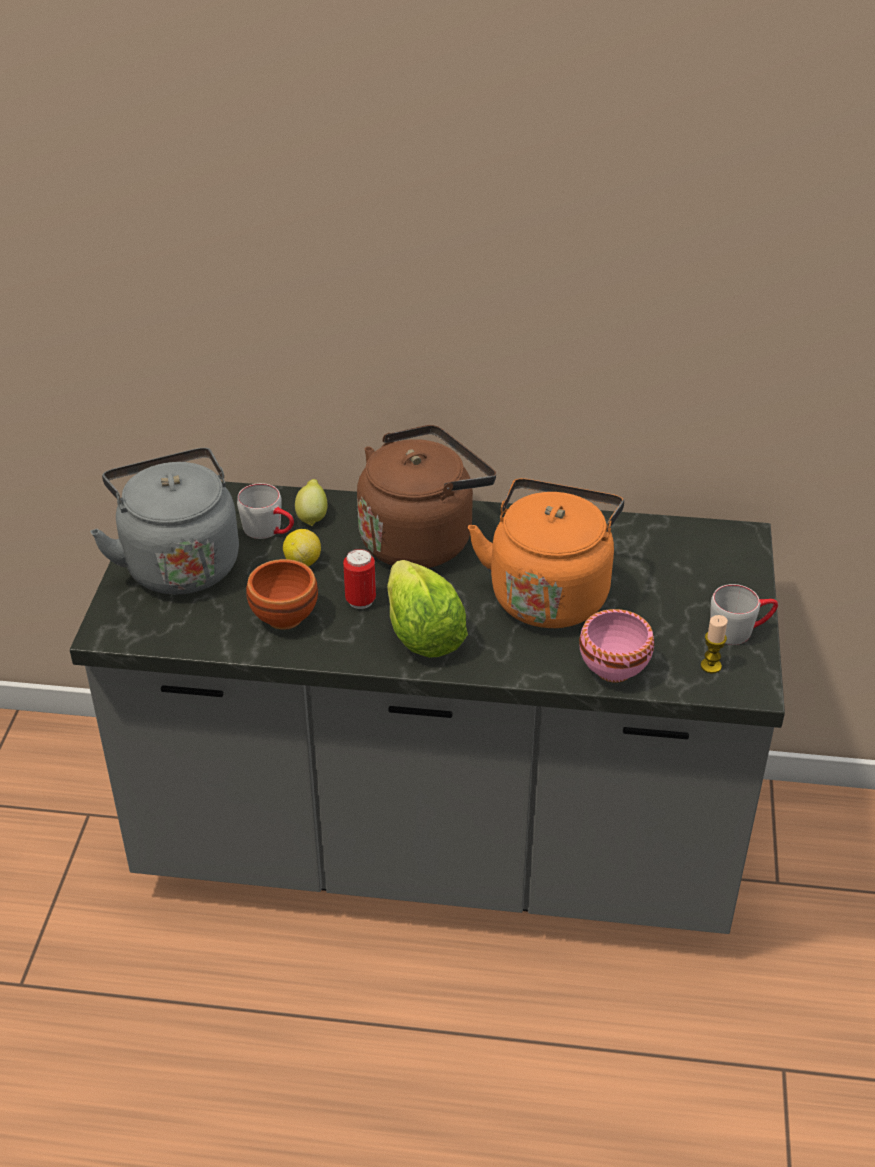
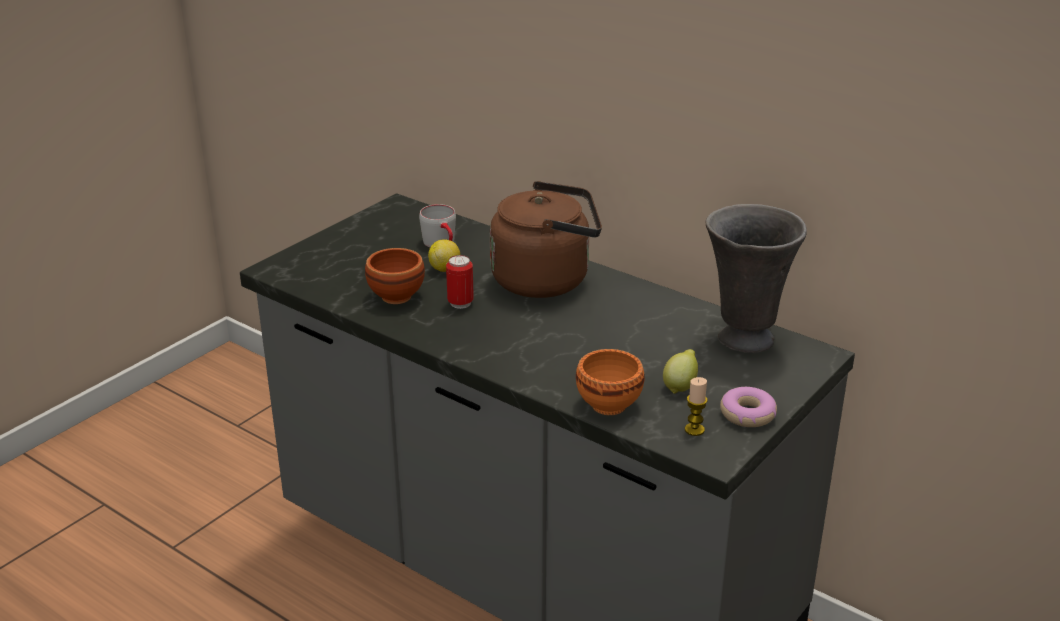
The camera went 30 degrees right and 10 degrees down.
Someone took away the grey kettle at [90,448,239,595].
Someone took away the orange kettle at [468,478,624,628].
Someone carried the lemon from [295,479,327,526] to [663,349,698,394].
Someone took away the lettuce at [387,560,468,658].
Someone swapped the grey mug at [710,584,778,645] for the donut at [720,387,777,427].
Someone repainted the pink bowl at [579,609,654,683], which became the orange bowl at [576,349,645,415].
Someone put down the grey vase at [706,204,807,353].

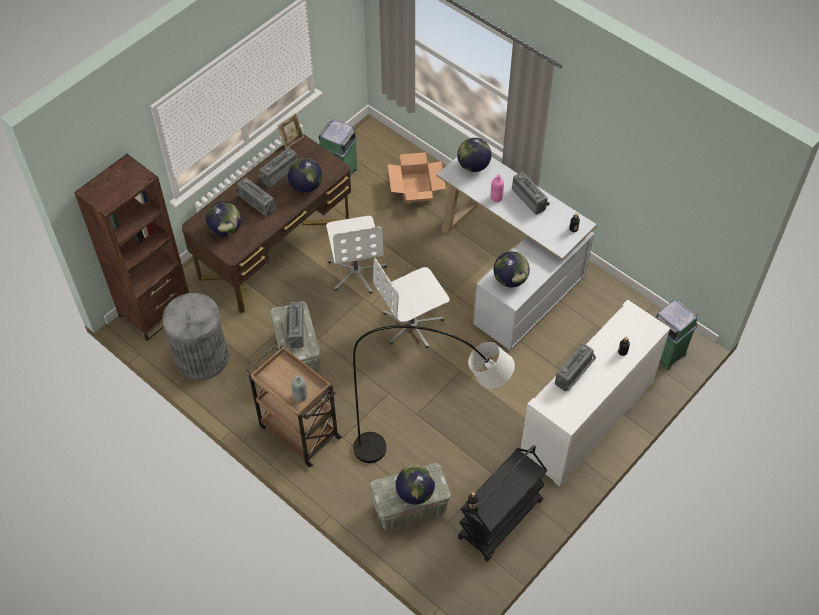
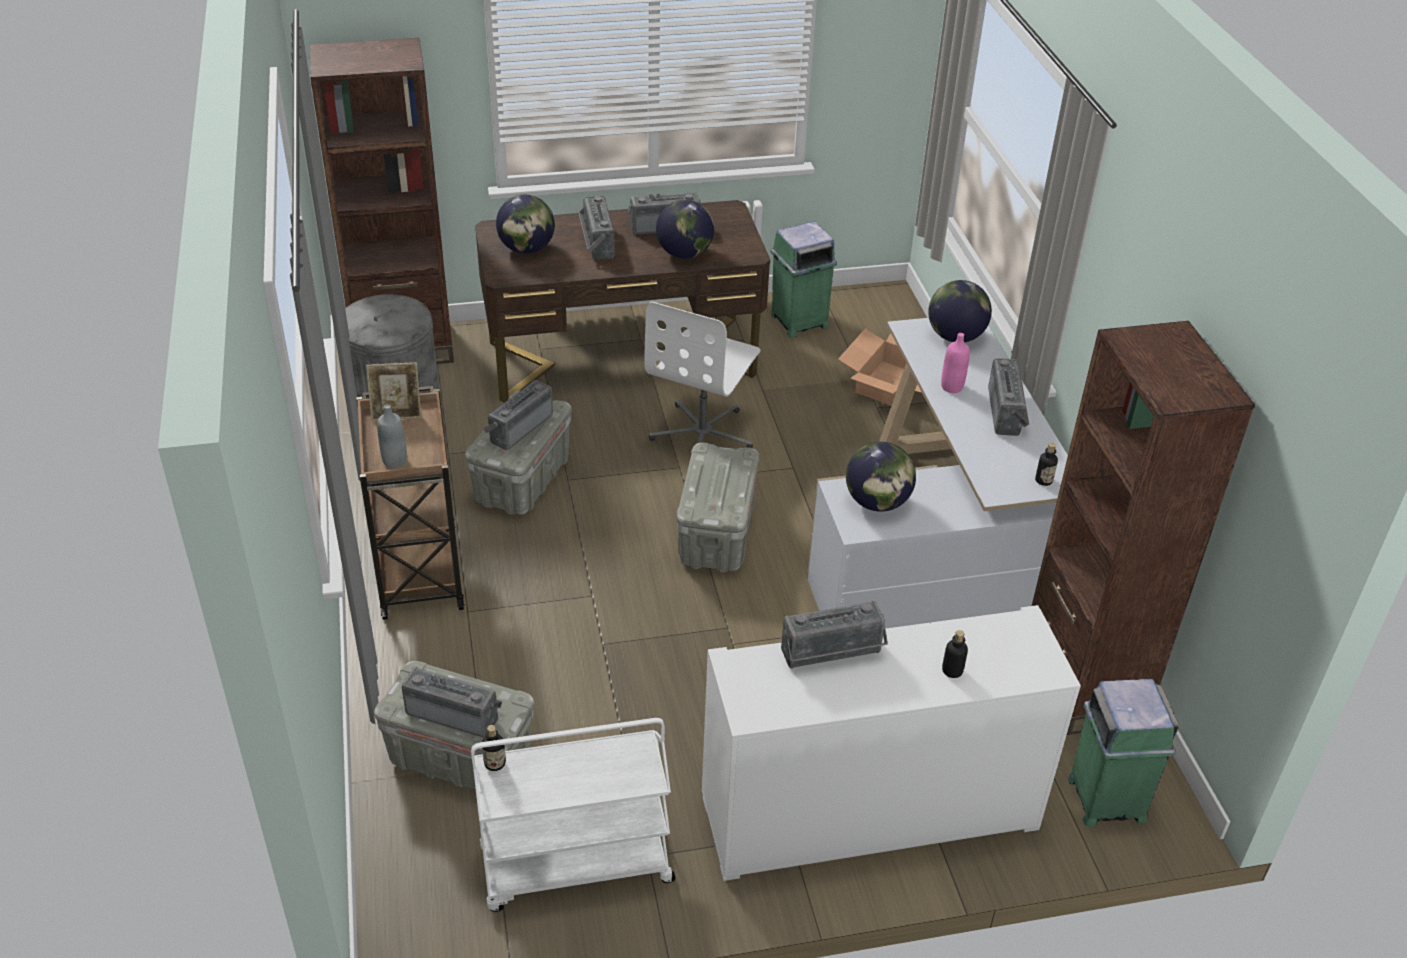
The camera went 35 degrees right and 15 degrees down.
Someone carried the picture frame from [277,113,304,149] to [366,362,422,421].
Someone swapped the white office chair at [373,258,449,348] for the grey storage box at [676,443,759,572].
Someone took away the grey floor lamp at [353,325,515,463].
Someone repainted the black cart at [458,445,547,562], which became the white cart at [471,718,676,912].
Someone swapped the globe at [396,465,435,505] for the radio at [402,667,502,738].
Someone put down the brown bookcase at [1032,321,1255,735].

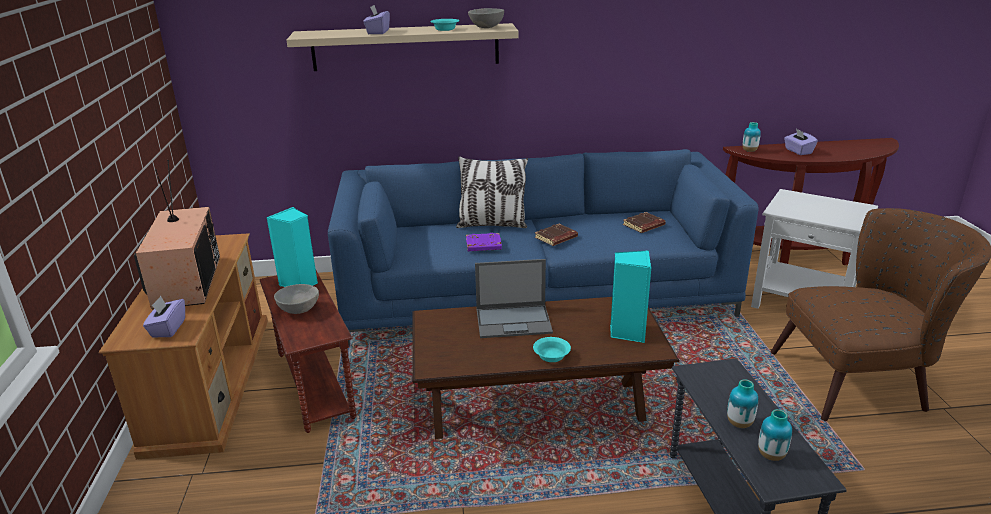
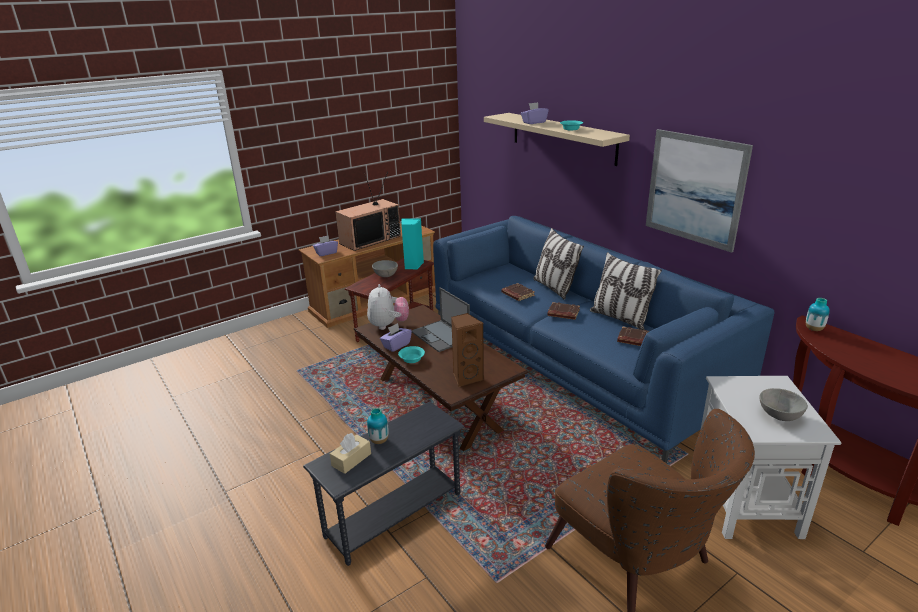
The camera went 60 degrees right and 0 degrees up.
Someone carried the grey bowl from [468,8,504,28] to [759,388,808,421].
Someone carried the purple tissue box from [784,129,818,155] to [380,323,412,352].
Someone repainted the purple book at [466,233,502,251], which became the brown book at [501,283,535,301].
Someone repainted the turquoise speaker at [610,250,651,343], which became the brown speaker at [451,313,484,387].
Someone swapped the vase at [758,409,792,461] for the beige tissue box at [330,433,371,474].
Someone put up the picture at [646,129,753,253].
Someone put down the pillow at [590,252,662,330].
Someone put down the plush toy at [367,284,409,330].

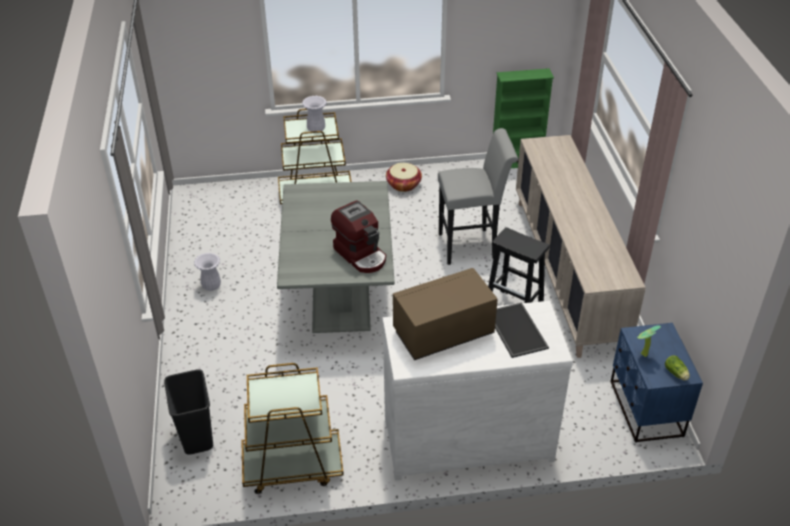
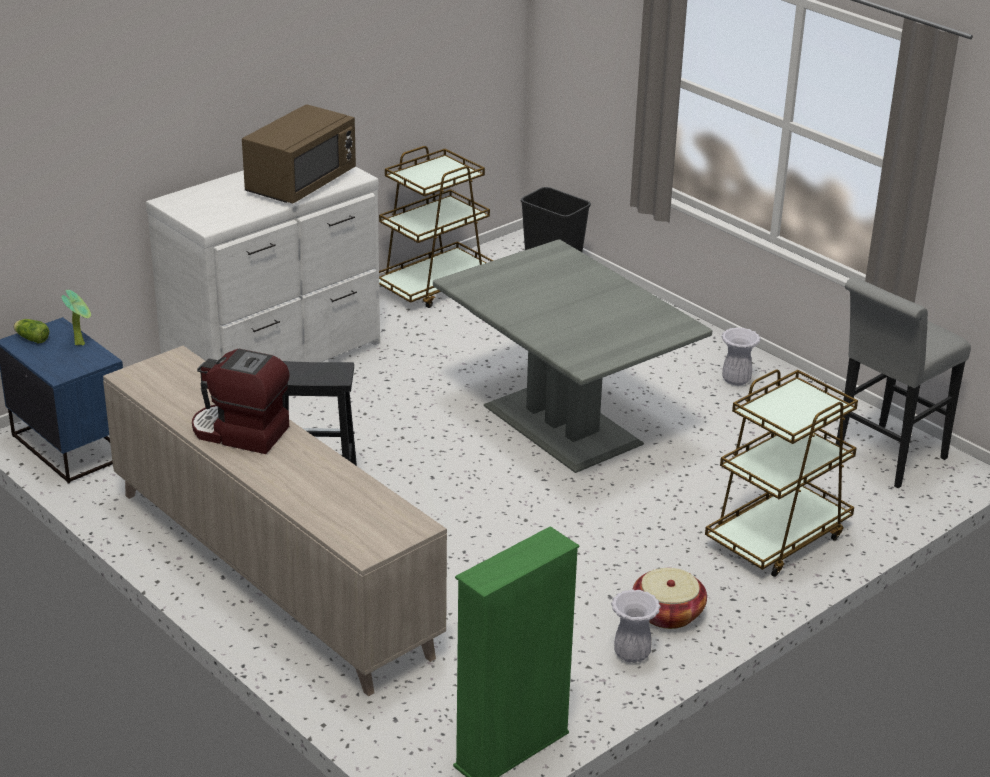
The camera went 145 degrees right and 10 degrees down.
Someone carried the white vase from [302,96,327,132] to [611,589,661,663].
Someone carried the grey stool from [438,128,518,265] to [836,277,971,488].
Someone carried the coffee machine from [331,200,386,273] to [192,349,290,454].
Someone took away the tray at [495,303,549,358].

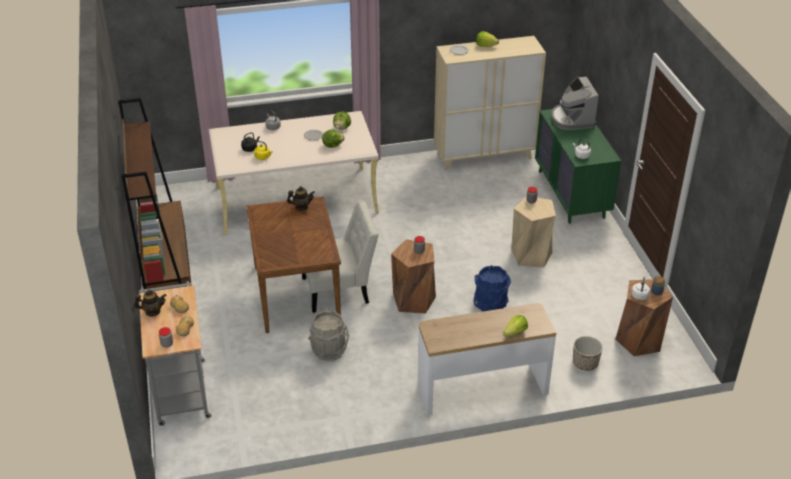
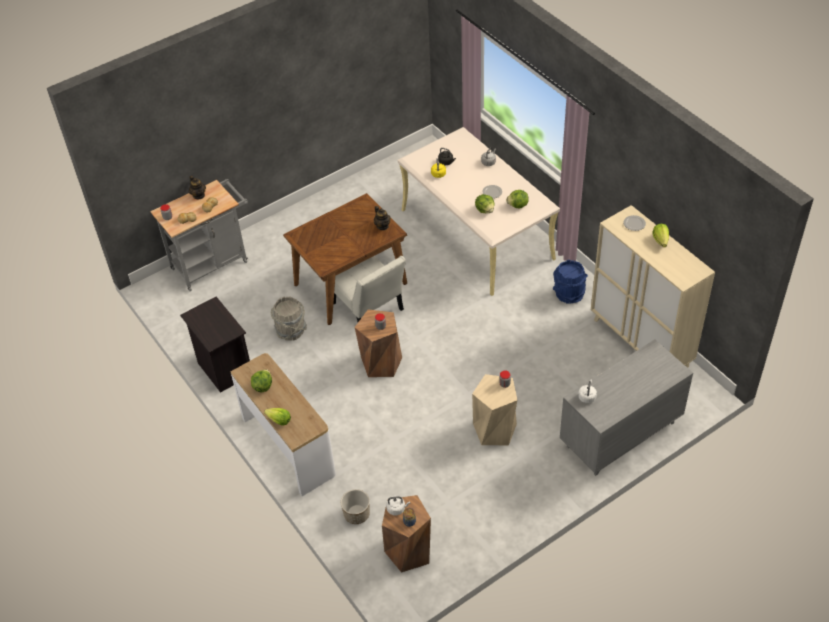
The camera went 70 degrees right and 10 degrees up.
Someone took away the coffee machine at [551,77,599,130].
Someone took away the brown bookcase at [118,98,191,289].
Someone repainted the green dresser at [535,109,621,224], which became the grey dresser at [560,340,693,476].
Someone carried the blue bucket from [474,266,511,311] to [553,260,588,304].
Someone put down the black nightstand at [180,297,250,393].
Someone put down the lettuce at [251,369,272,392].

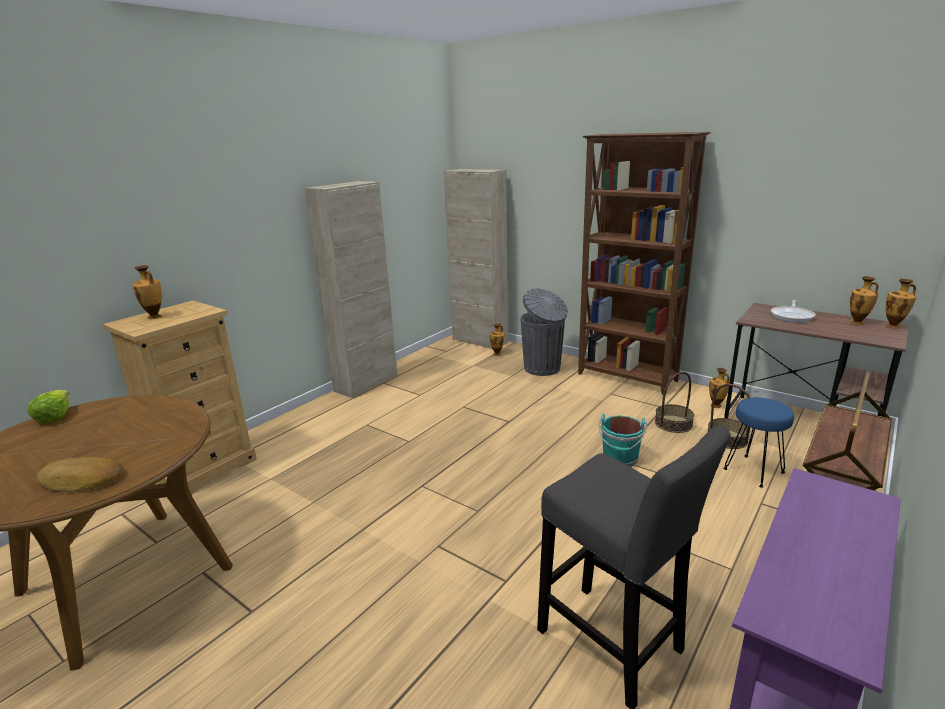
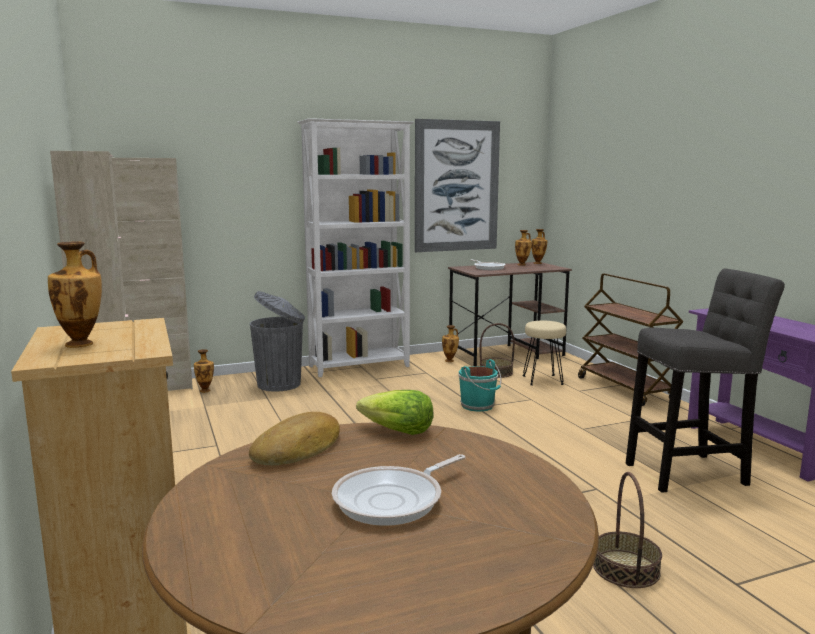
The camera went 60 degrees left and 10 degrees down.
Someone repainted the brown bookcase at [578,132,711,395], which became the white bookcase at [298,118,414,377].
Someone carried the basket from [655,372,694,433] to [593,472,662,588].
Someone carried the lettuce from [27,390,69,424] to [356,390,433,435].
Someone repainted the blue stool at [723,398,794,488], which became the beige stool at [522,321,566,386].
Someone carried the bread from [36,457,123,492] to [249,412,340,465].
Someone put up the picture at [415,119,500,252].
Someone put down the frying pan at [332,454,465,526].

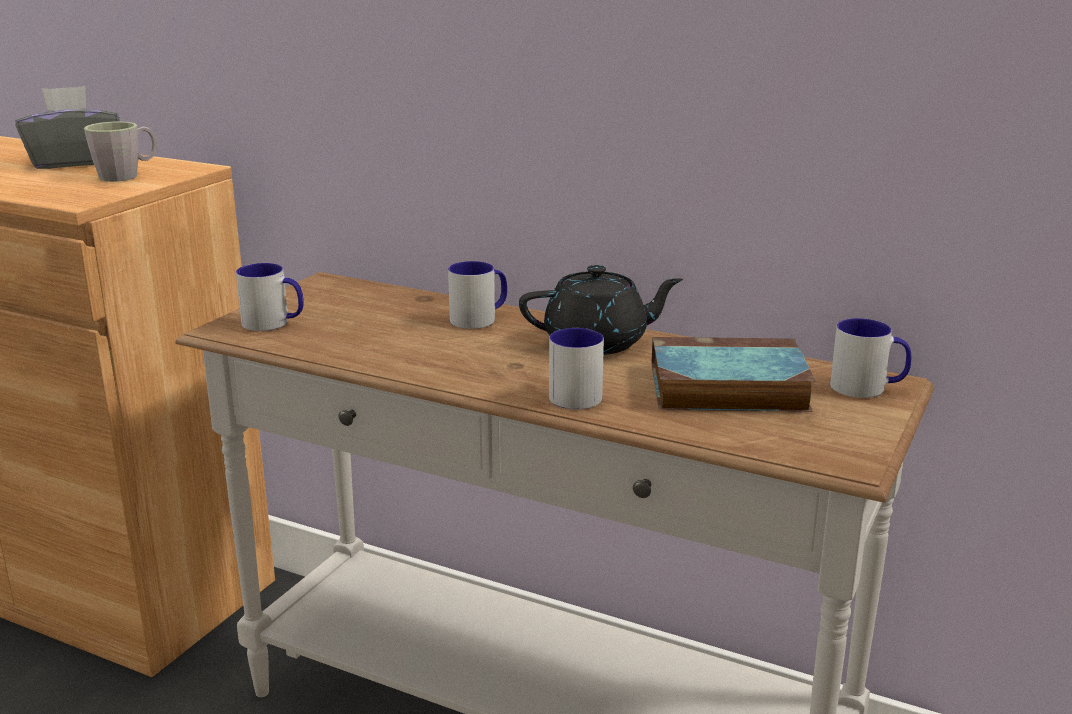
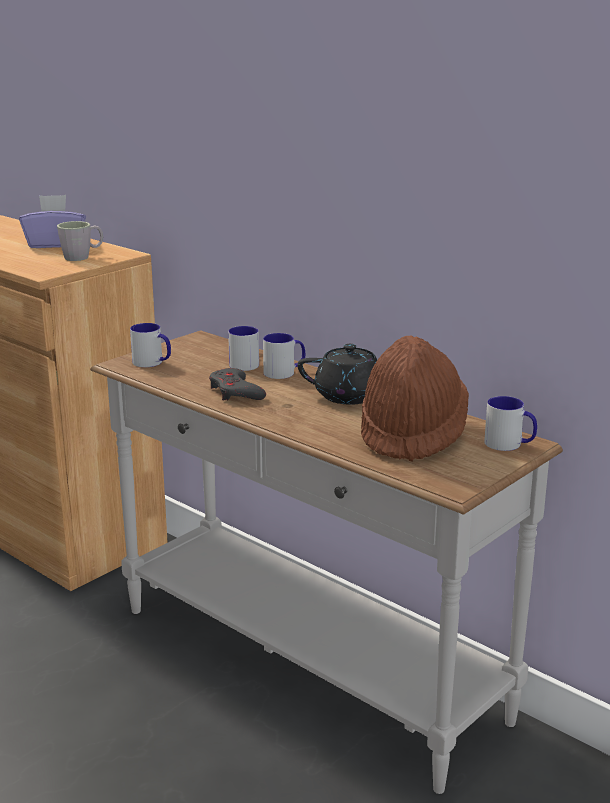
The camera went 15 degrees right and 0 degrees up.
Someone repainted the grey tissue box at [15,86,120,169], which became the purple tissue box at [19,195,86,248].
Someone carried the mug from [549,328,604,409] to [228,326,259,371].
Someone swapped the book at [652,337,816,412] for the brown hat at [361,336,469,462].
Someone put down the grey game controller at [209,368,266,401].

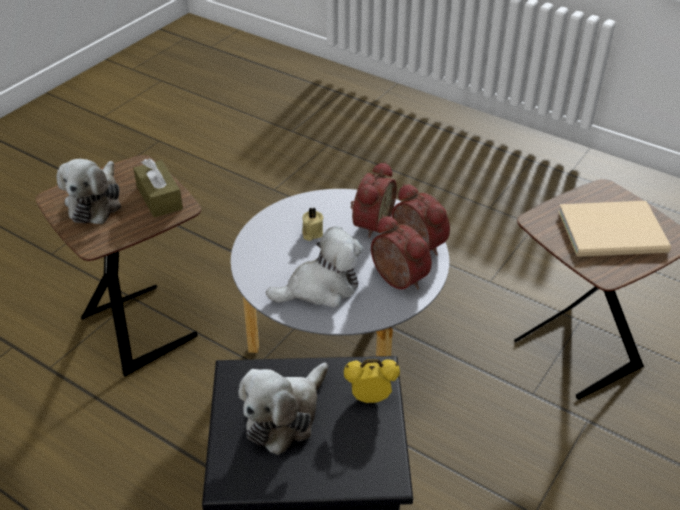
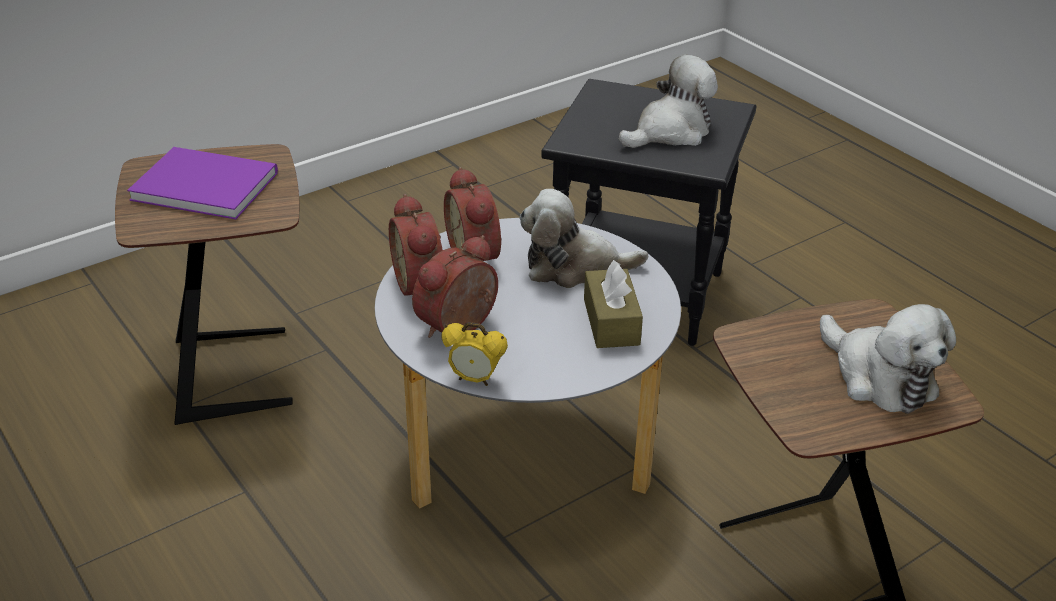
The camera went 160 degrees left and 5 degrees down.
Someone carried the brown tissue box from [133,158,183,218] to [584,260,643,348].
Someone rotated the plush toy at [57,159,121,224] by 120 degrees clockwise.
Someone repainted the beige book at [558,201,671,257], which became the purple book at [127,147,278,219].
Someone took away the beige candle at [302,208,324,241].
Someone carried the alarm clock from [344,359,400,403] to [441,322,508,386].

